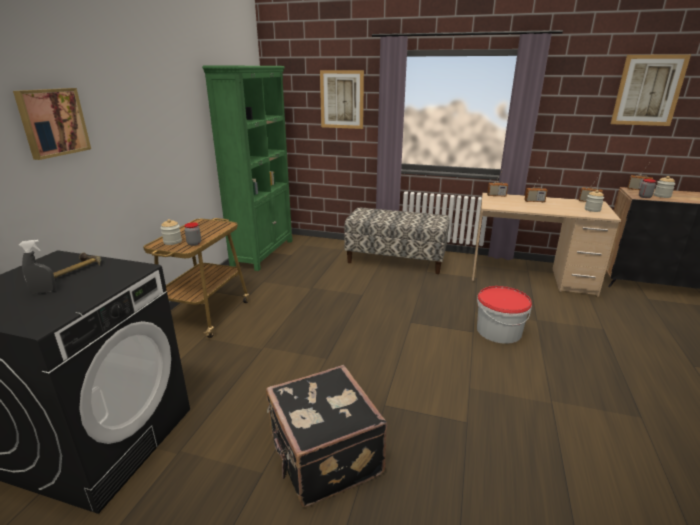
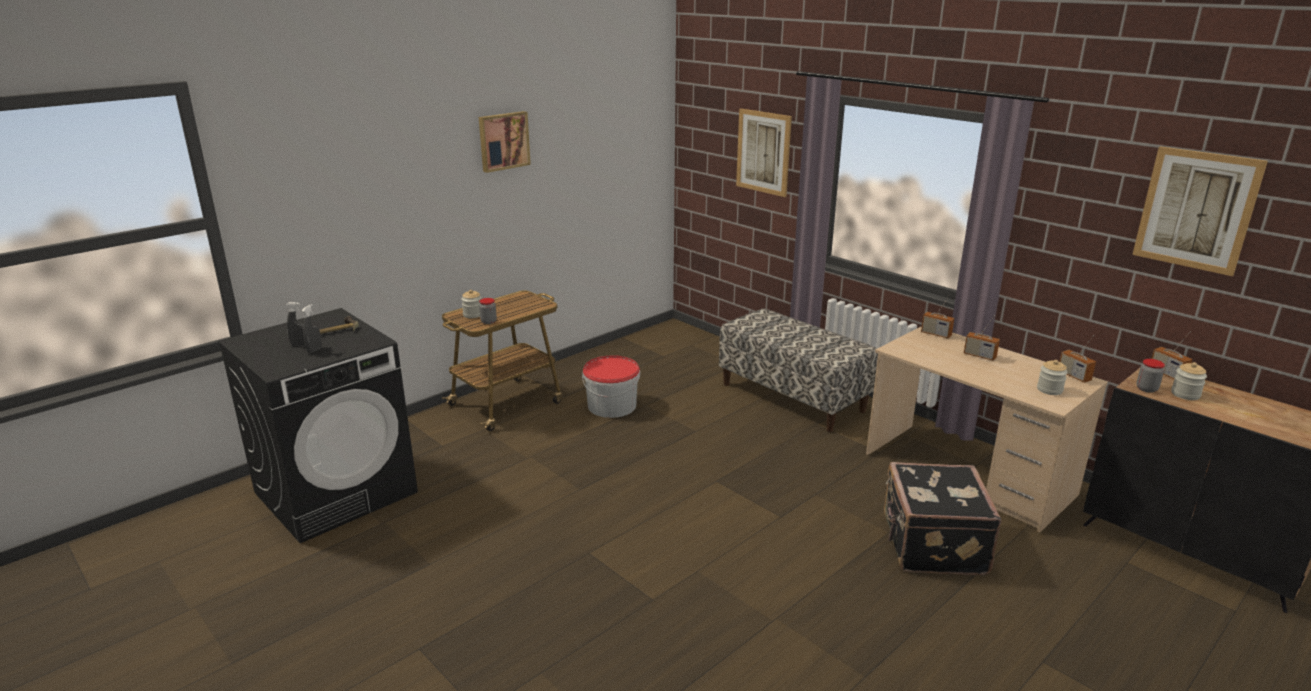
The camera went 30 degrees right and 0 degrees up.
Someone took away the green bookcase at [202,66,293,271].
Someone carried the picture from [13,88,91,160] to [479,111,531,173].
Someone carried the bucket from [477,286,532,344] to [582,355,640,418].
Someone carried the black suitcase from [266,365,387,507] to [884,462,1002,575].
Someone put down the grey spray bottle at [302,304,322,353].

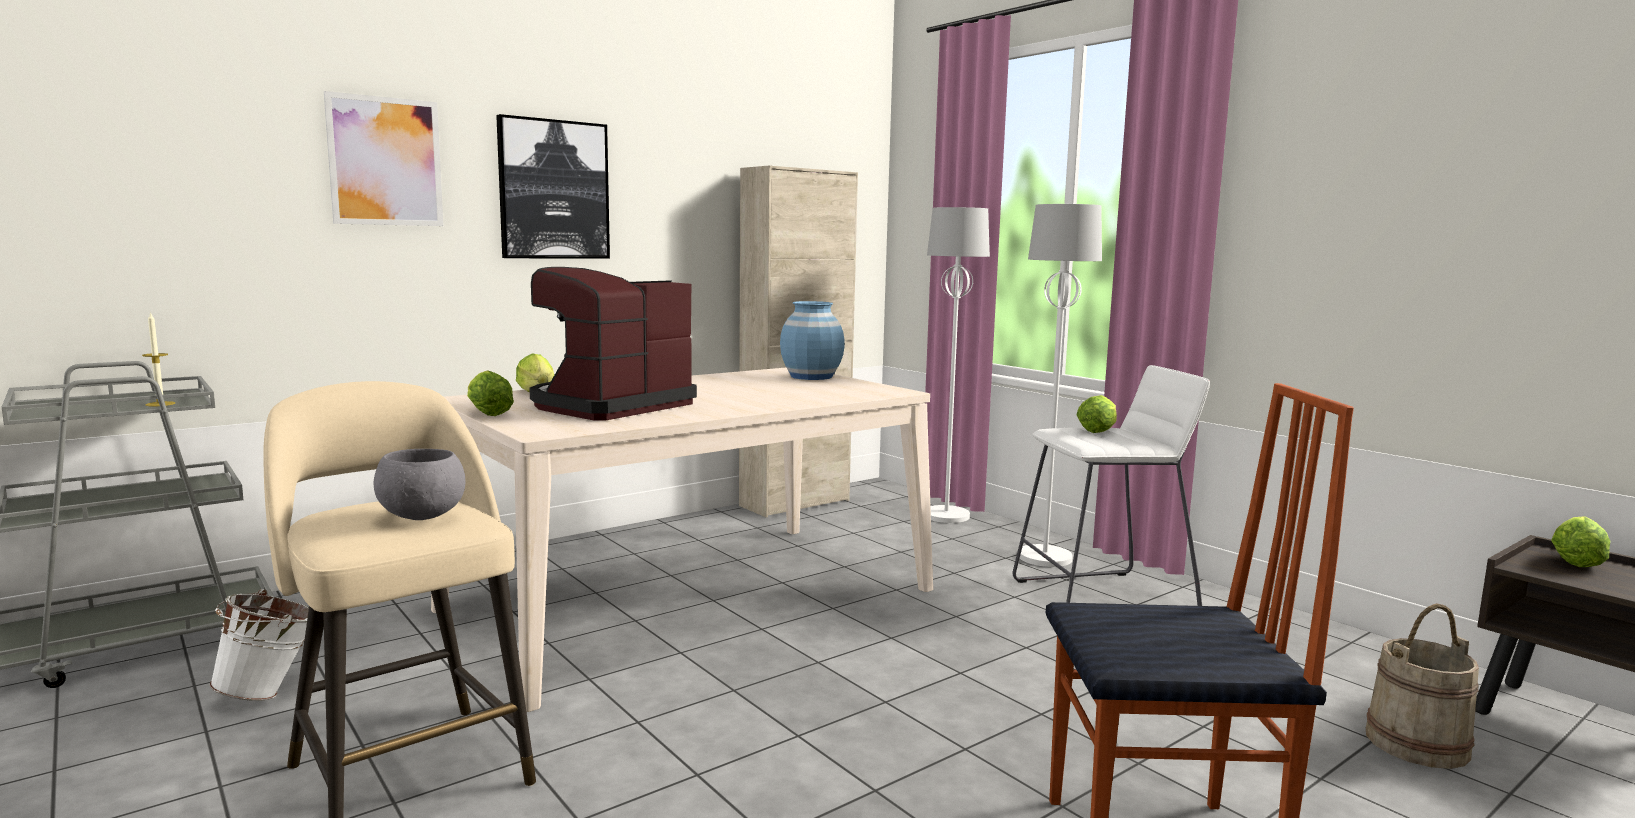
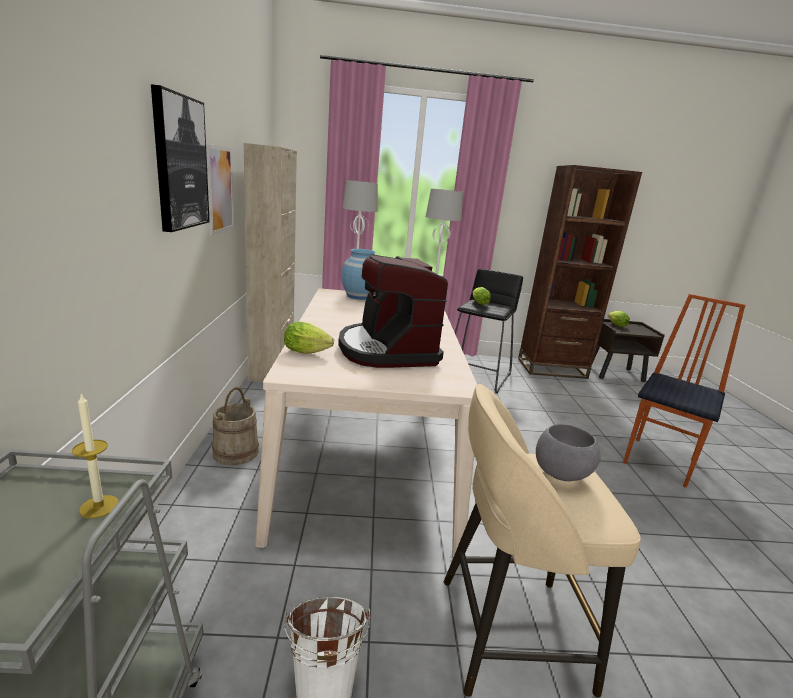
The camera went 55 degrees left and 10 degrees up.
Someone carried the picture from [324,91,443,226] to [206,144,234,235].
Someone repainted the white stool at [1013,365,1210,606], which became the black stool at [455,269,523,393].
Someone took away the lettuce at [467,370,514,416].
Someone carried the beige bucket from [1366,603,1479,769] to [212,387,259,465].
Someone put down the brown bookcase at [518,165,642,379].

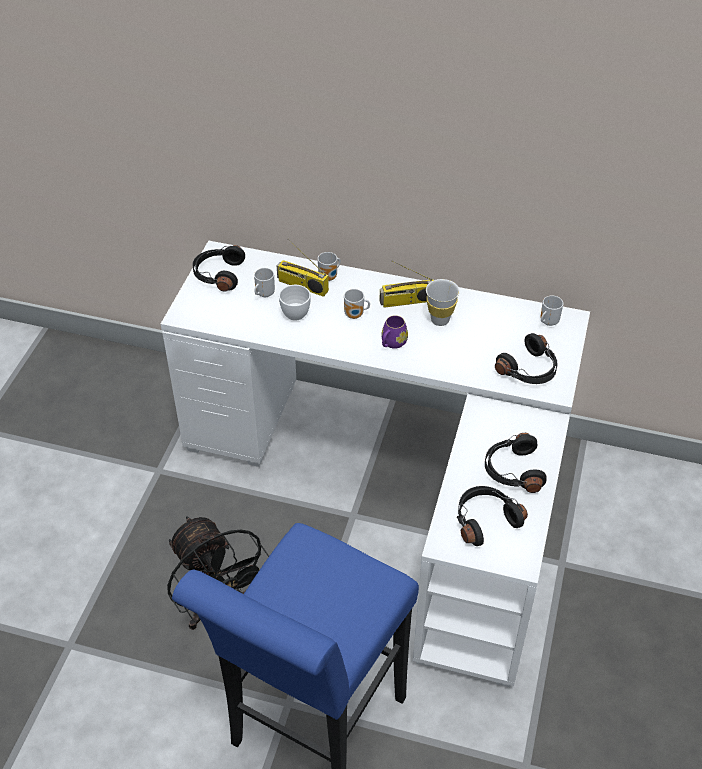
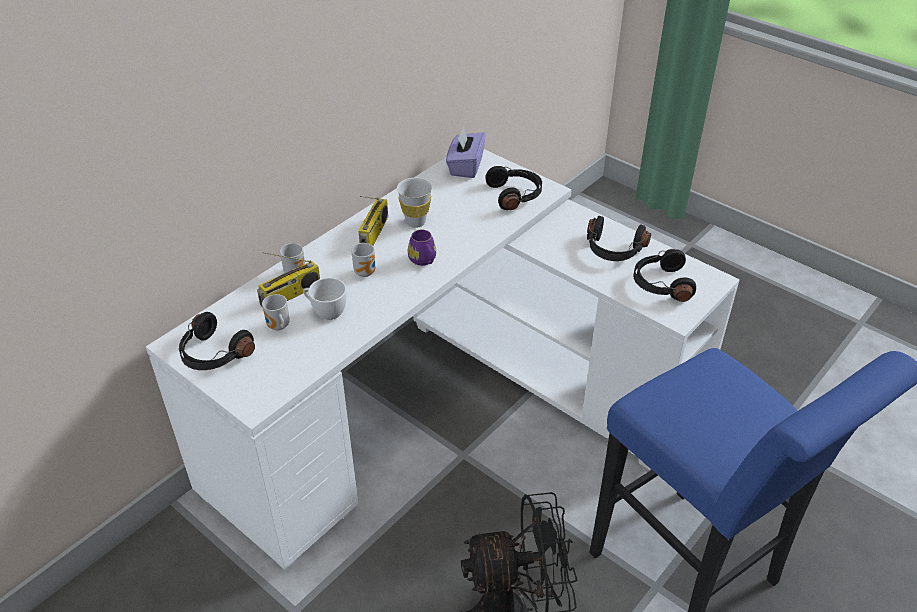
The camera went 65 degrees left and 5 degrees down.
Someone swapped the mug at [540,296,563,326] for the purple tissue box at [446,127,486,178].

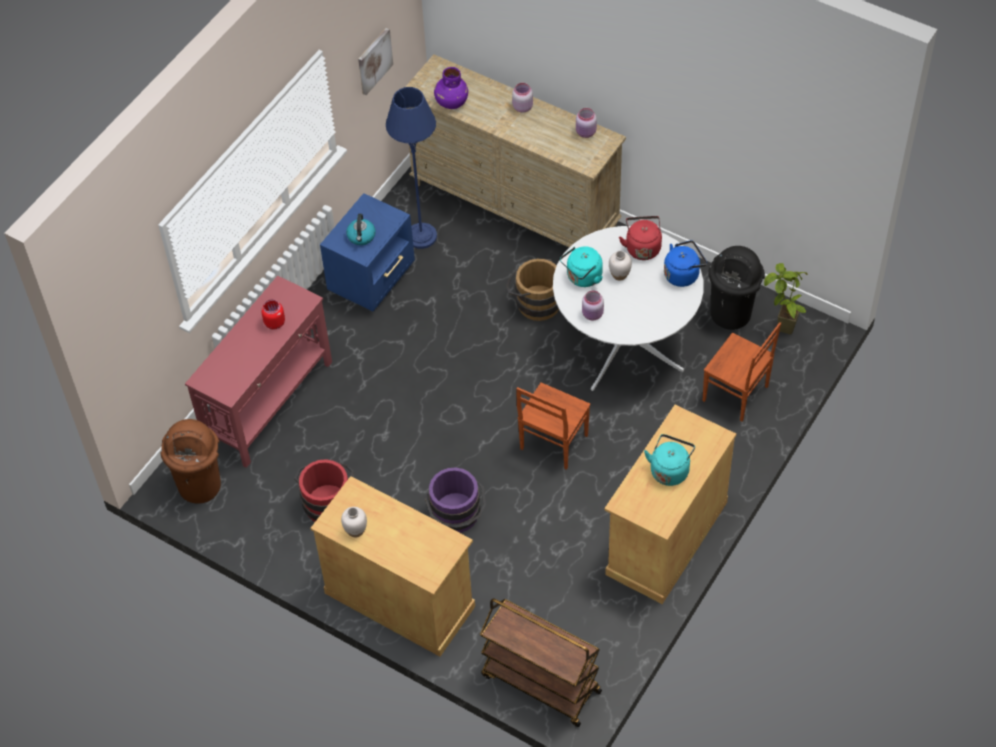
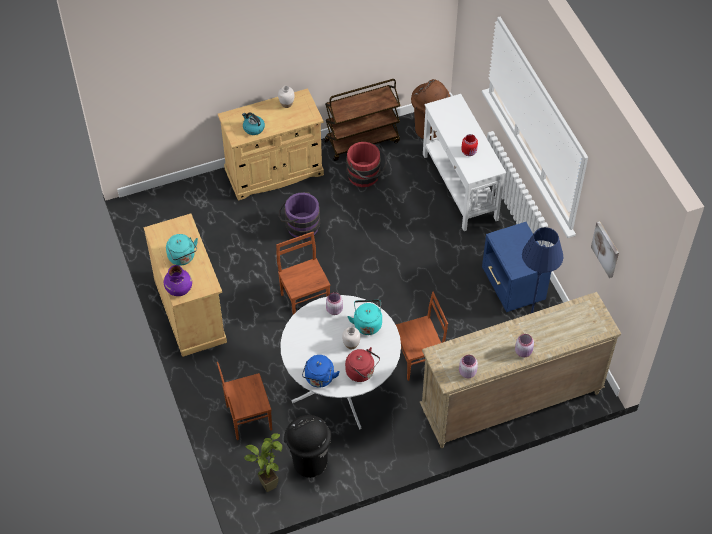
The camera went 125 degrees right and 0 degrees up.
Someone carried the purple vase from [434,67,468,109] to [164,265,192,296].
Someone carried the kettle from [346,214,376,245] to [242,112,265,135].
Someone swapped the brown bucket at [506,259,559,321] for the brown chair at [396,291,448,381].
Someone repainted the red console table at [185,276,332,468], which became the white console table at [423,94,506,231].
Someone carried the brown cart from [480,598,602,727] to [324,79,401,161].

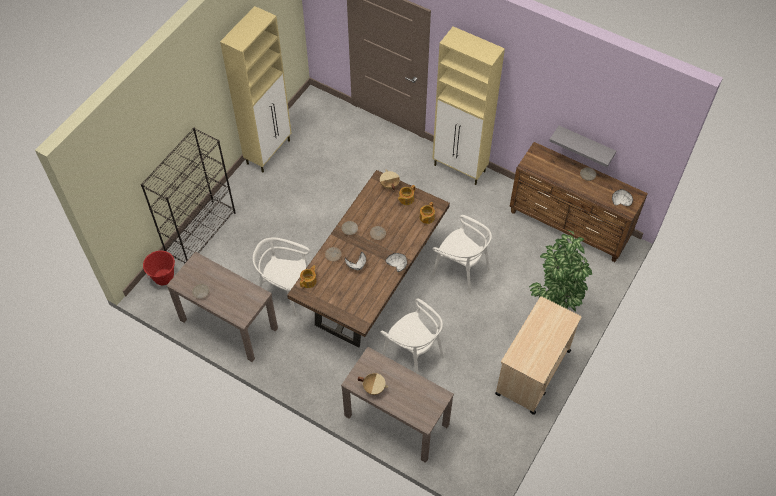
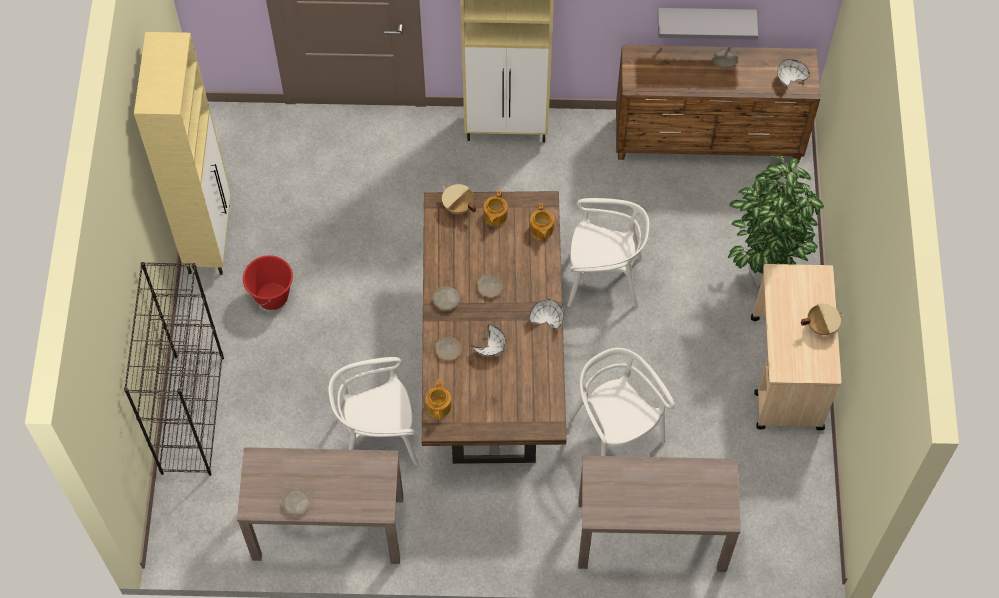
The camera went 30 degrees left and 5 degrees up.
Someone carried the red bucket from [143,250,175,285] to [243,255,293,310].
Someone rotated the white chair at [380,298,444,374] by 135 degrees counterclockwise.
Someone carried the beige cooking pot from [358,373,388,395] to [801,304,844,335].

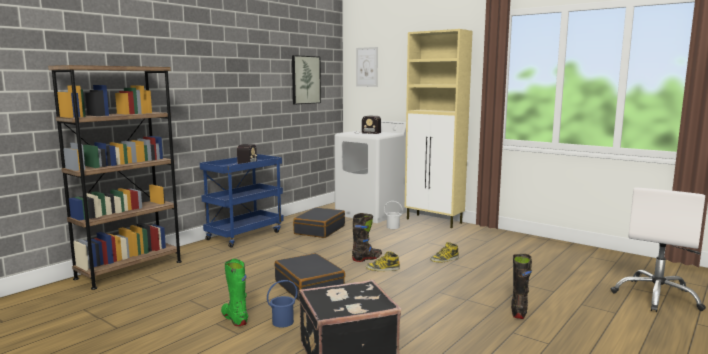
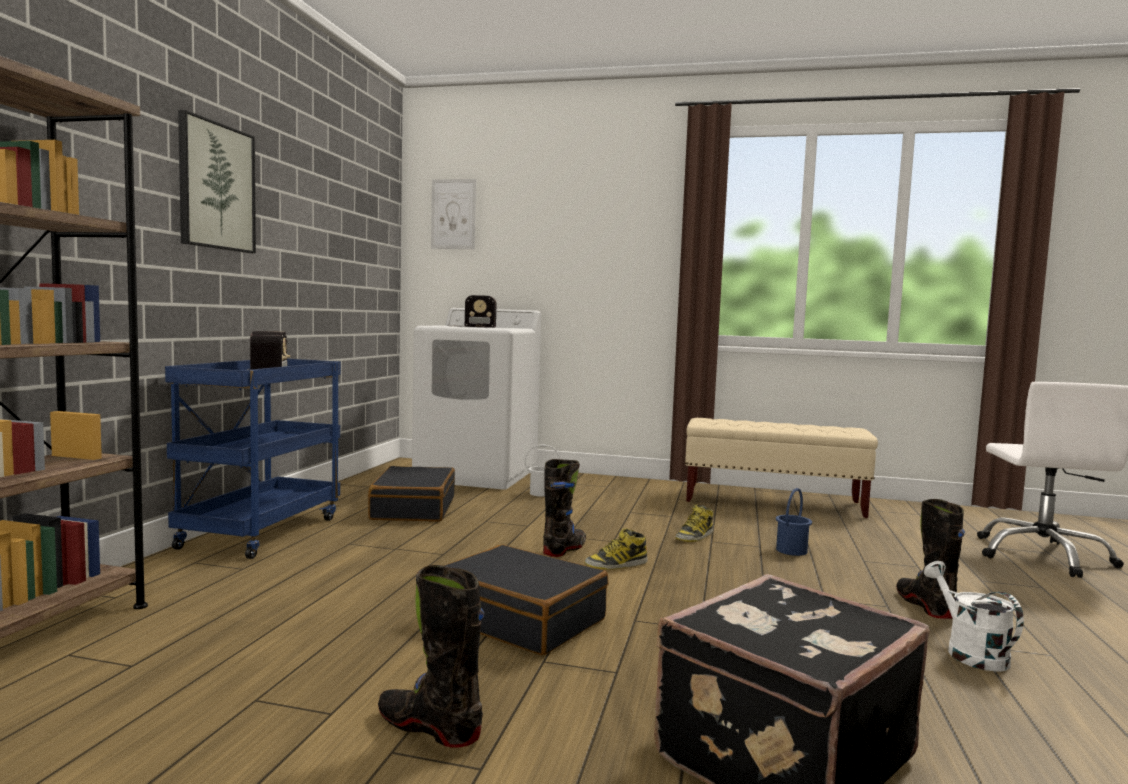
The camera went 25 degrees left and 5 degrees down.
Someone took away the beige cabinet at [405,29,473,228].
Someone carried the picture from [292,55,321,104] to [178,110,256,253].
Someone repainted the green boot at [221,259,248,326], which became the black boot at [378,565,484,748].
Someone carried the blue bucket from [267,280,297,328] to [776,488,812,556].
Someone put down the beige bench at [685,418,878,518].
Someone put down the white watering can at [924,561,1024,672].

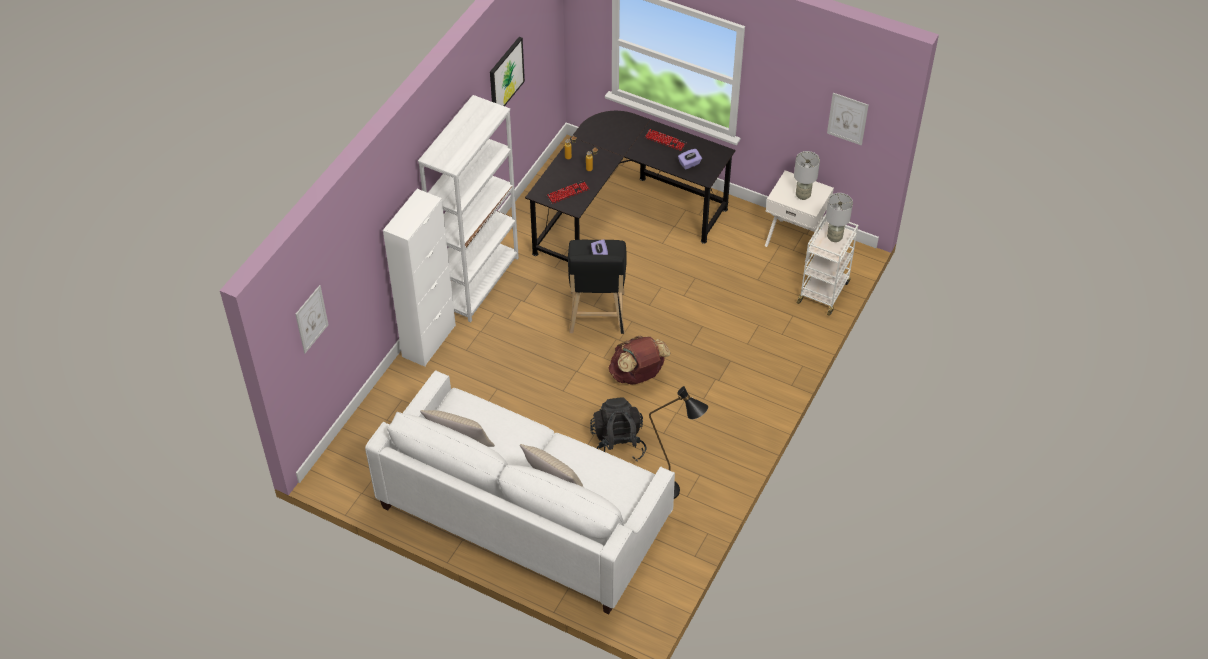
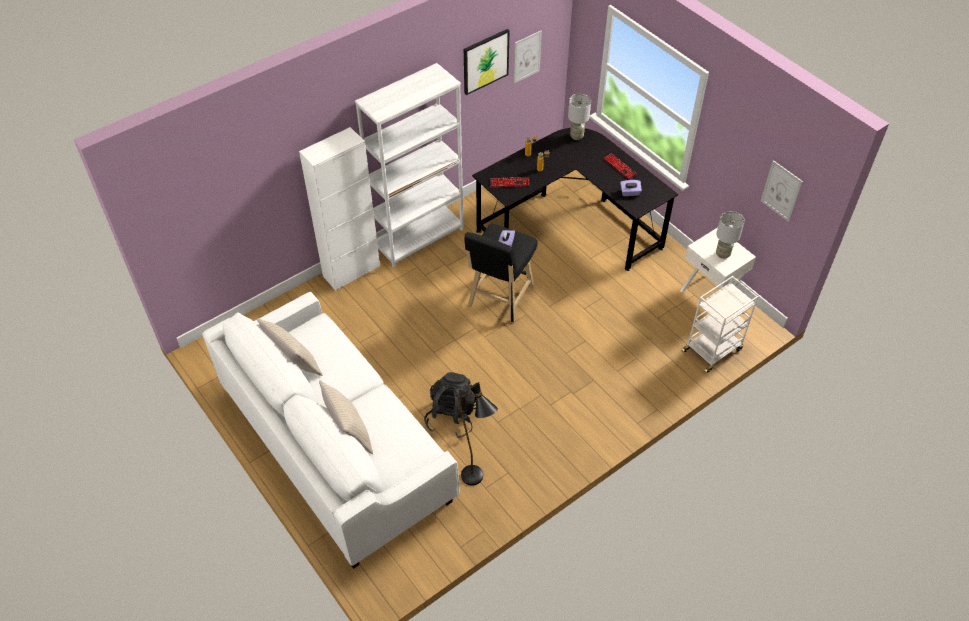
The camera went 25 degrees right and 0 degrees up.
Someone carried the grey table lamp from [826,193,853,242] to [568,94,591,140].
Someone carried the picture from [295,285,329,353] to [514,30,542,83].
Someone took away the brown backpack at [609,336,670,385].

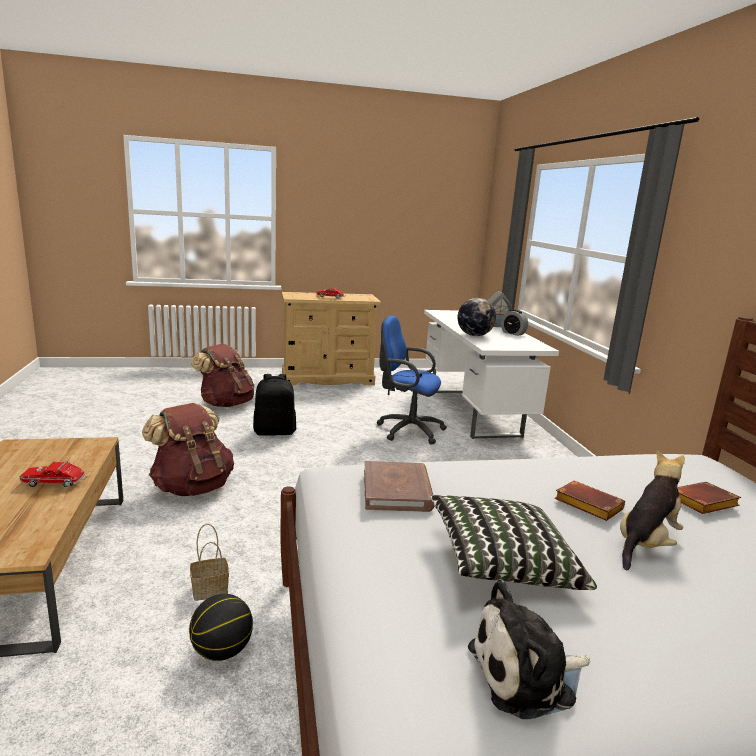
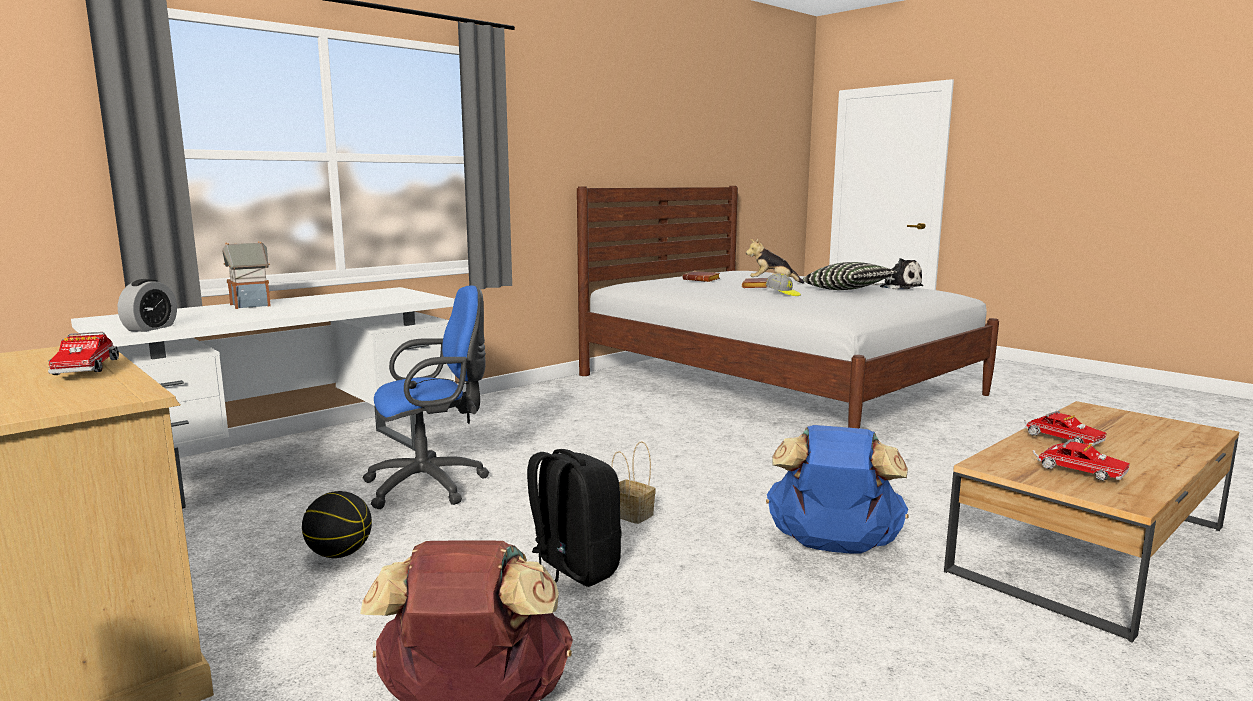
The camera went 120 degrees left and 5 degrees down.
Someone took away the globe at [458,298,496,336].
Someone carried the alarm clock from [501,310,528,336] to [118,279,177,332].
Someone rotated the blue office chair at [377,316,447,445] by 105 degrees counterclockwise.
Someone repainted the brown backpack at [142,403,234,496], which became the blue backpack at [766,425,908,553].
Someone took away the brown book at [364,461,435,512].
Someone carried the basket from [190,524,229,601] to [611,441,656,524].
Someone carried the basketball from [189,594,253,661] to [302,491,372,558].
Someone put down the cap at [766,274,801,296].
Someone put down the toy truck at [1033,439,1130,481].

